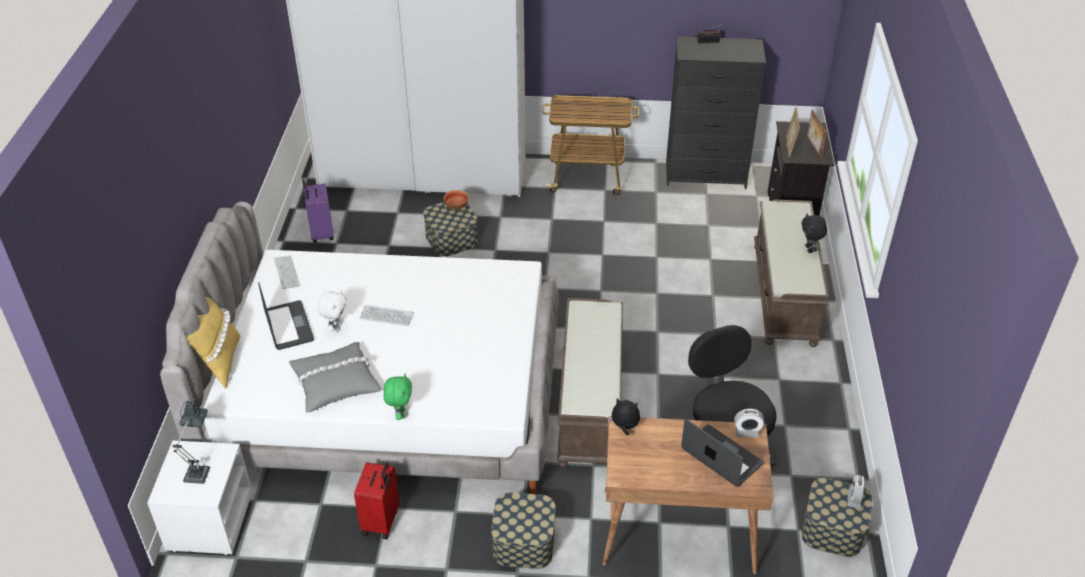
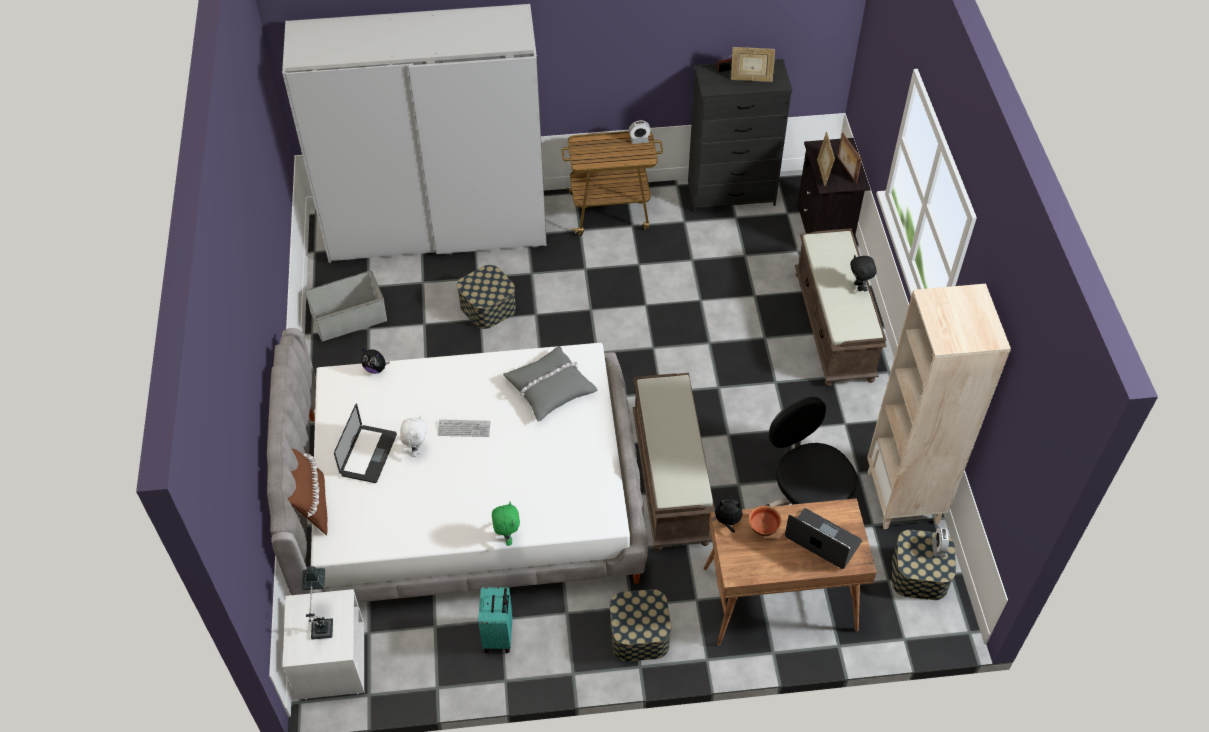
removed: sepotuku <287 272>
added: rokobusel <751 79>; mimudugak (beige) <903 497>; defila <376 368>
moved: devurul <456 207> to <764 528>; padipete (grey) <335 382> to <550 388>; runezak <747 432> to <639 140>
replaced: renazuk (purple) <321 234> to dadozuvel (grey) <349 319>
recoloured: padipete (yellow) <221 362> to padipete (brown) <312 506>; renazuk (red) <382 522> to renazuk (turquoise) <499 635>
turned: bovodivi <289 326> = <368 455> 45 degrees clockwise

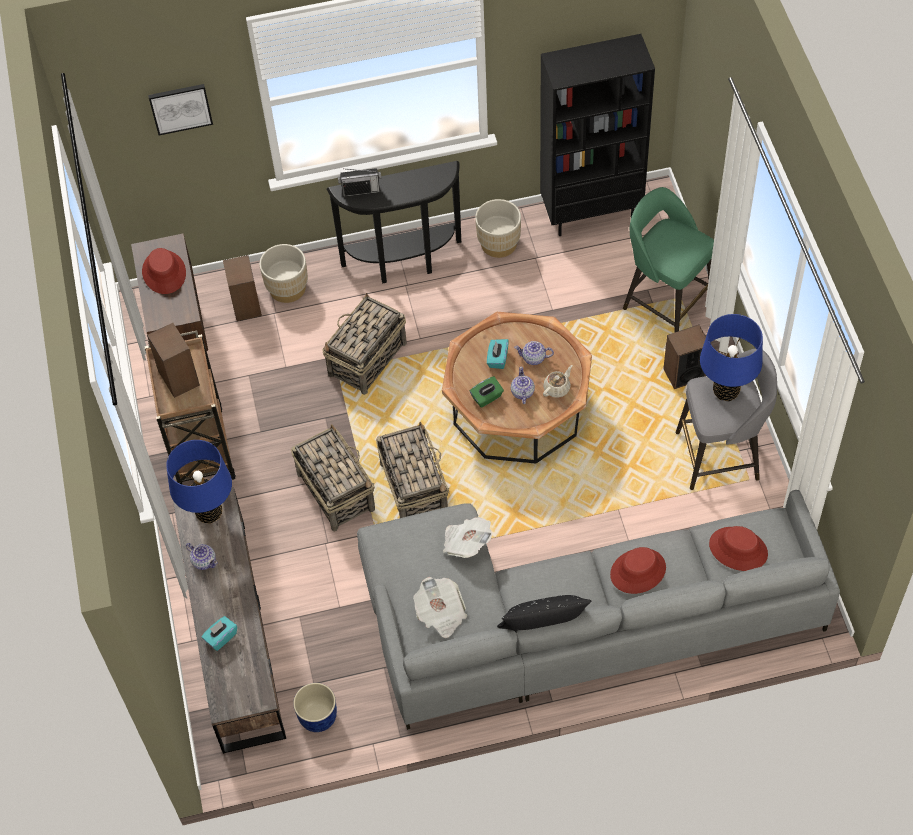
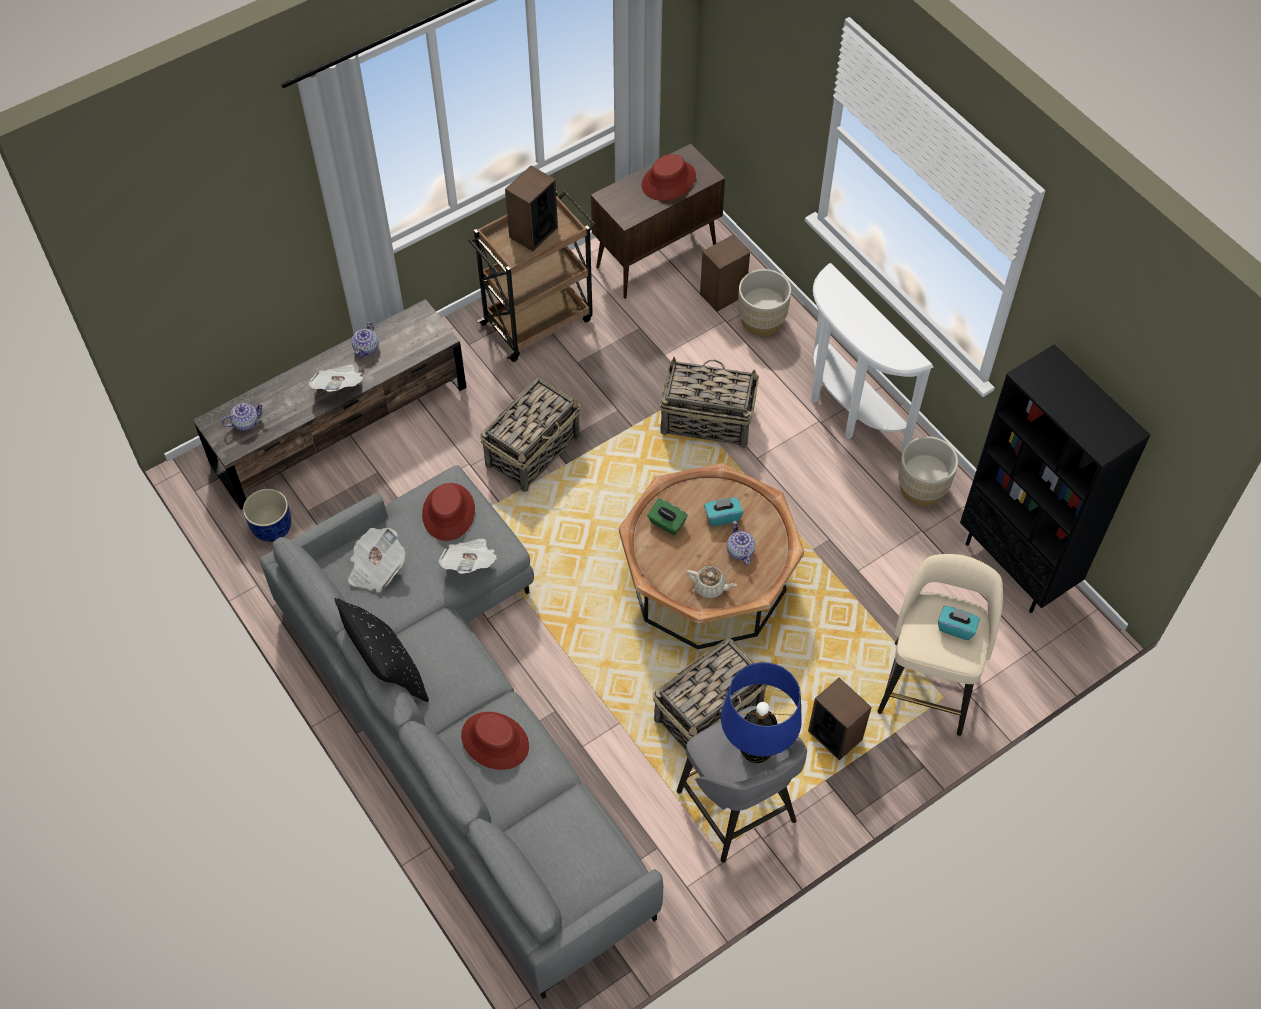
removed: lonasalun <180 108>; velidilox <361 191>; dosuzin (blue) <209 513>
added: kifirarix <339 386>
moved: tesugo <522 392> to <245 422>; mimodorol <414 488> to <709 712>; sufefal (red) <738 549> to <449 512>; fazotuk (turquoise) <221 637> to <956 628>
recoloured: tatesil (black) <404 264> to tatesil (white) <847 410>; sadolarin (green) <665 302> to sadolarin (beige) <928 684>

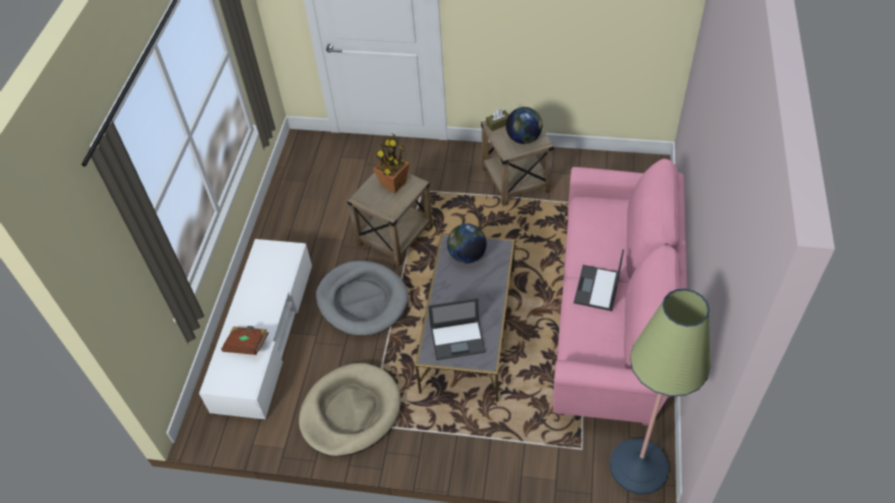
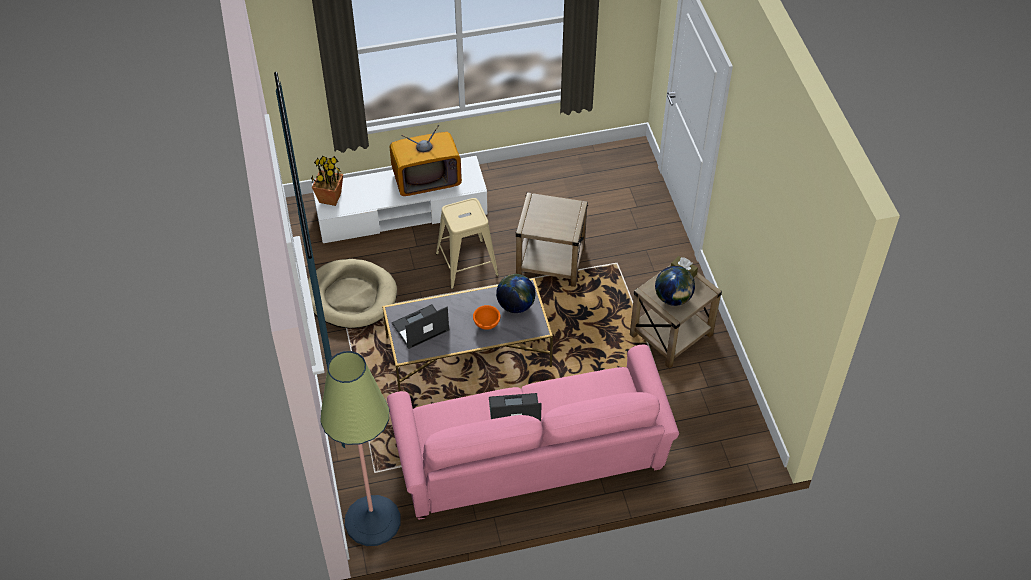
removed: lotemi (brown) <247 345>
added: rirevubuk <426 179>; devurul (orange) <487 323>
moved: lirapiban <393 184> to <330 198>
replaced: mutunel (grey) <362 300> to sadolarin (beige) <466 264>
turned: bovodivi <458 339> = <420 327> 90 degrees clockwise

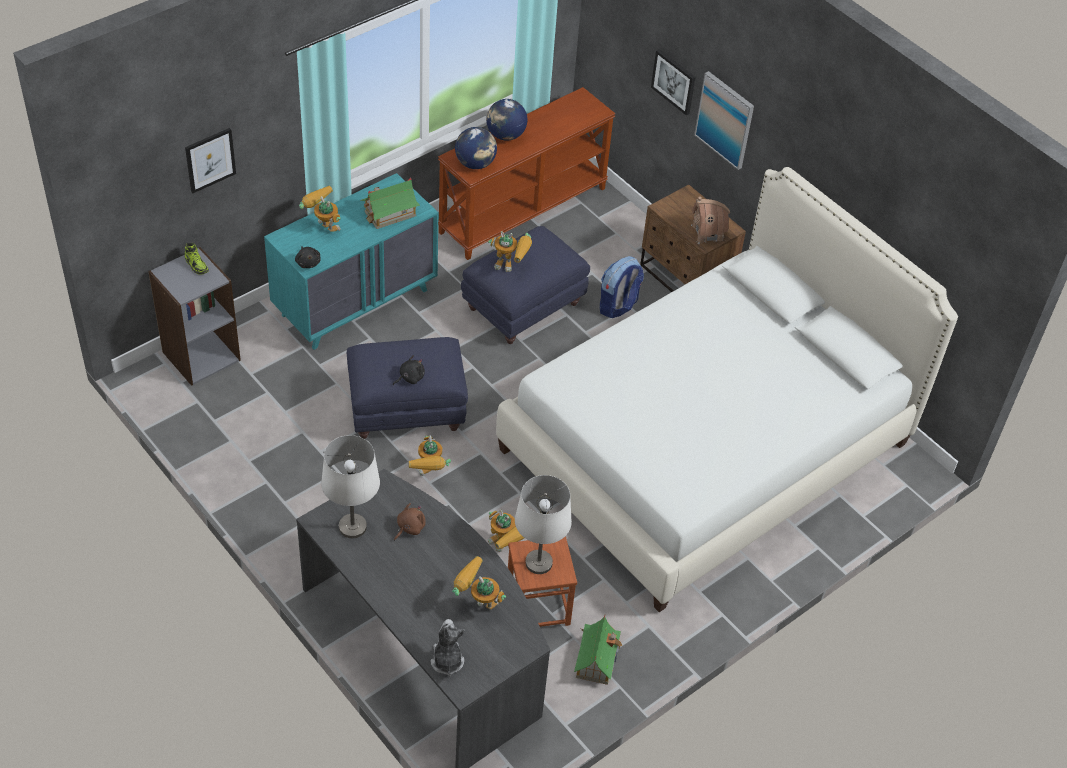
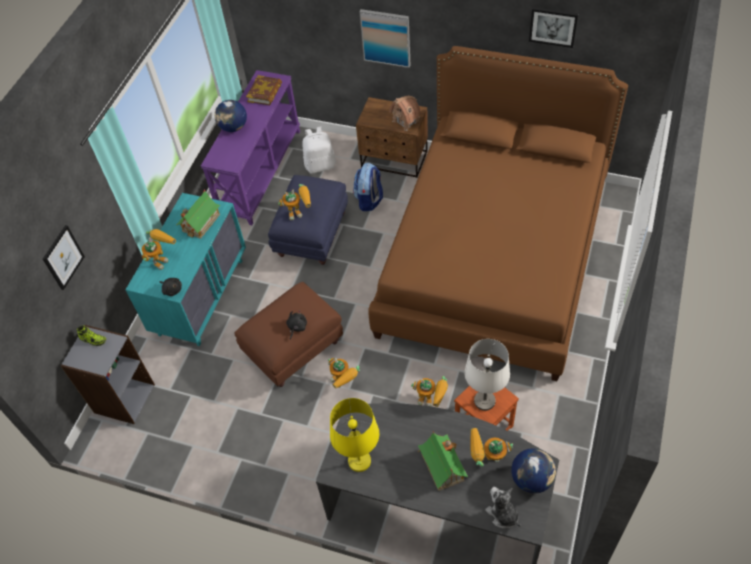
removed: defila (brown) <409 528>
added: lotemi <265 93>; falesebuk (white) <320 165>
moved: lonasalun <674 81> to <553 26>; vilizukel <475 164> to <531 479>; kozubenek <596 659> to <442 466>
recoloured: tatesil (brown) <522 209> to tatesil (purple) <260 173>; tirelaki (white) <706 446> to tirelaki (brown) <494 257>; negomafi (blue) <407 409> to negomafi (brown) <294 348>; dosuzin (white) <352 527> to dosuzin (yellow) <359 461>
turned: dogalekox <323 226> = <162 258> 105 degrees clockwise

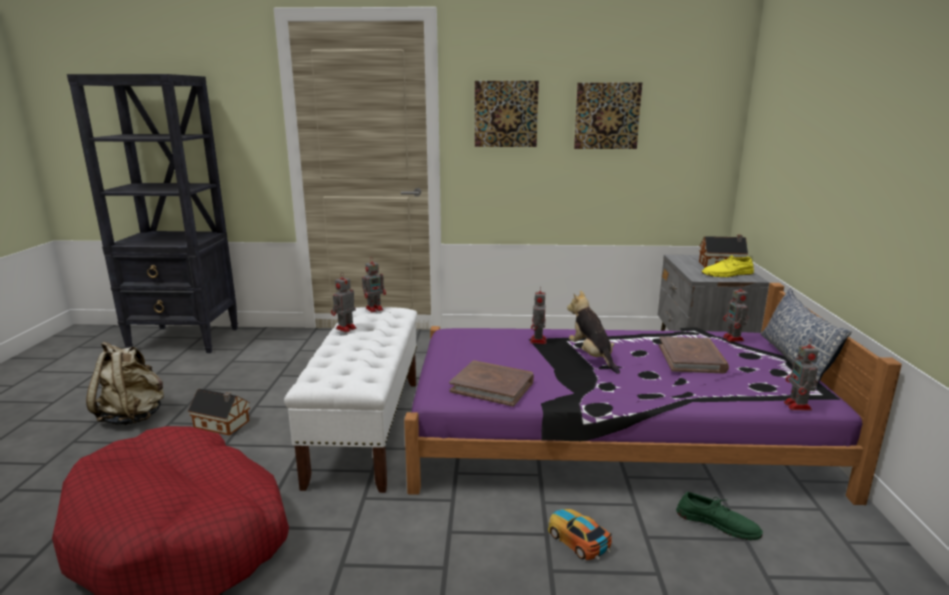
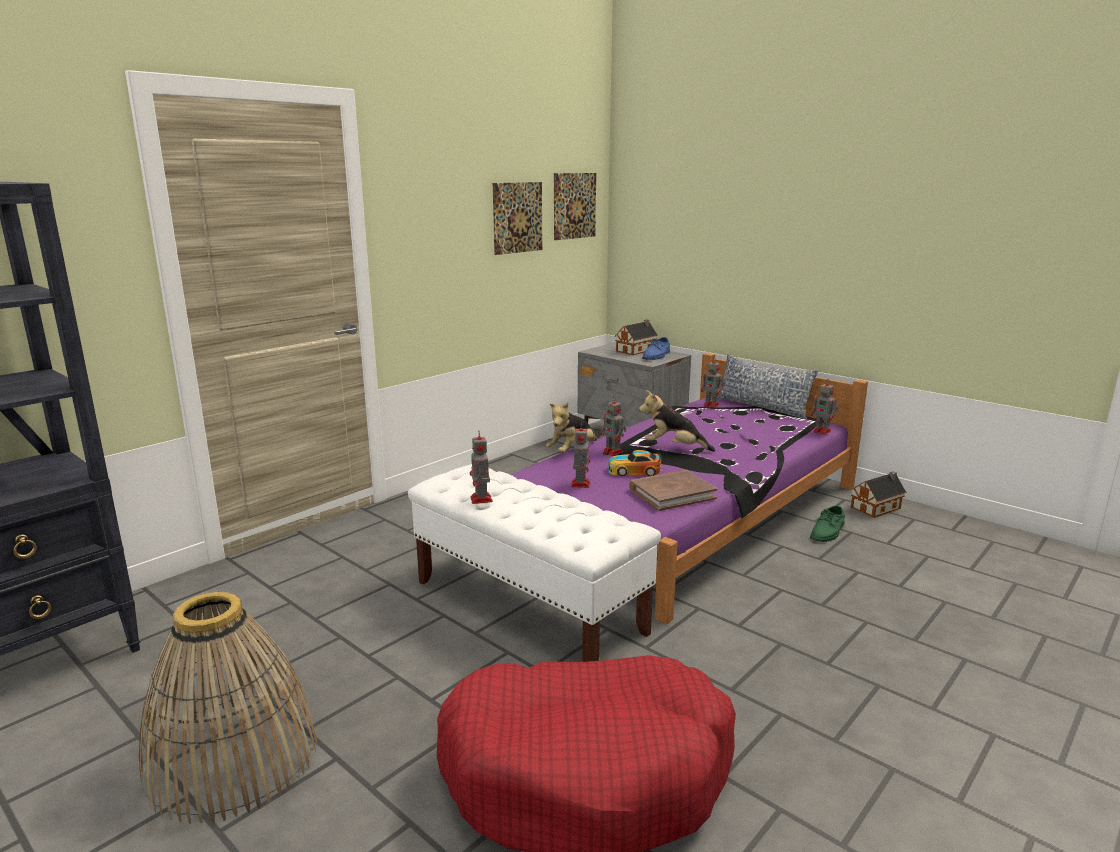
removed: lotemi (brown) <691 358>
added: defila <572 451>
moved: lonasalun <506 114> to <574 206>; dogalekox <375 309> to <580 484>; kozubenek <223 424> to <877 507>; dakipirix <577 539> to <634 471>
replaced: falesebuk (beige) <133 416> to mimodorol <232 758>
recoloured: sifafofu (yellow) <727 274> to sifafofu (blue) <656 355>
turned: sifafofu (green) <717 523> = <828 531> 150 degrees clockwise

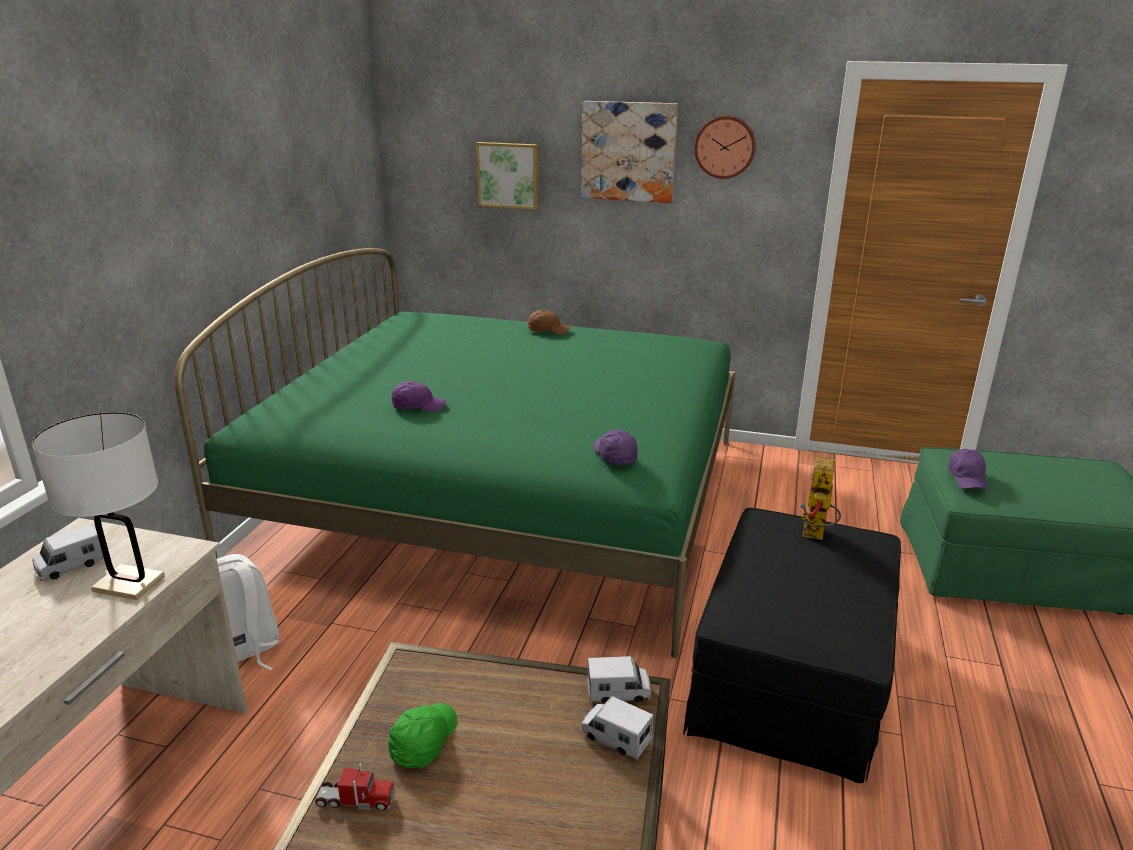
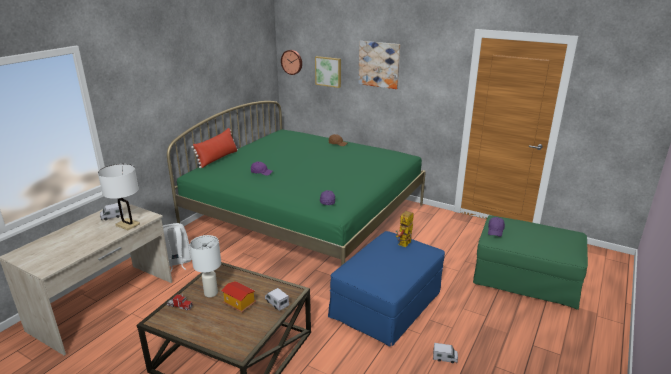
added: padipete (red) <217 158>; kozubenek <239 304>
moved: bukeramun <725 147> to <292 62>; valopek <618 692> to <445 358>
replaced: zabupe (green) <423 741> to dosuzin (white) <210 293>
recoloured: negomafi (black) <792 678> to negomafi (blue) <387 305>

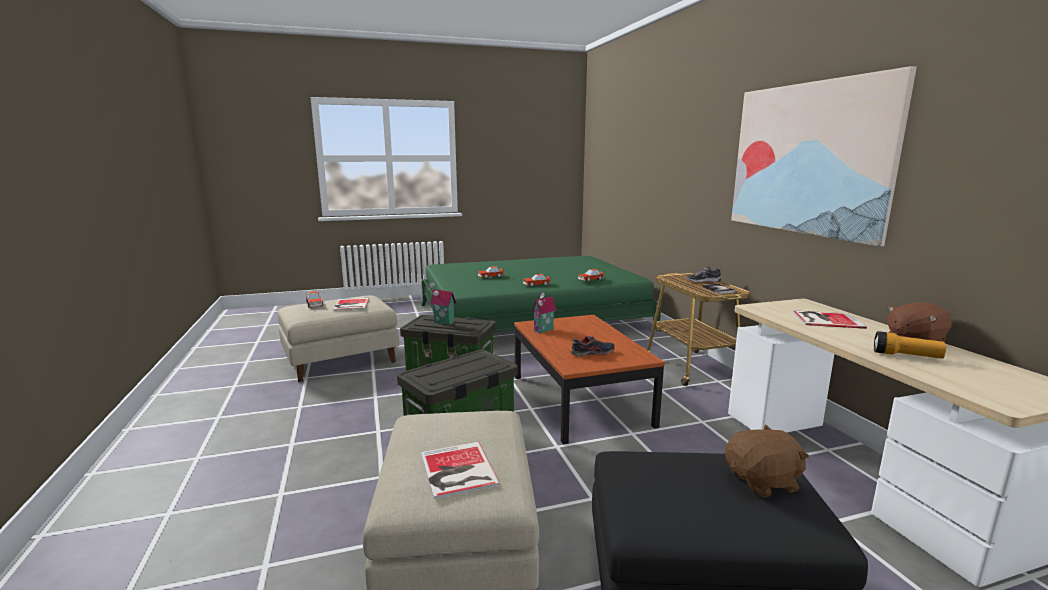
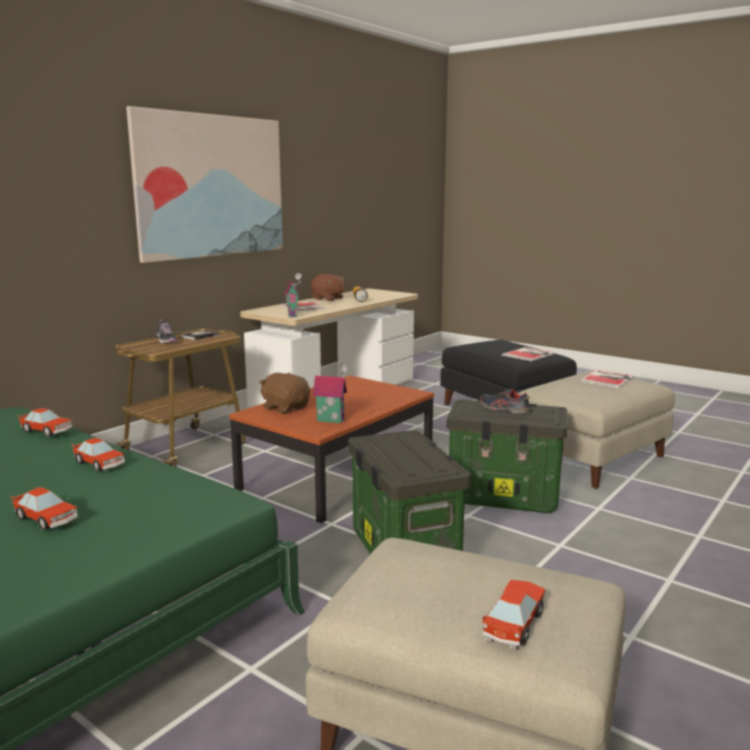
moved: kozubenek <443 323> to <294 315>; lotemi <350 305> to <529 354>; sifafofu <592 353> to <504 409>; defila (brown) <763 482> to <285 408>

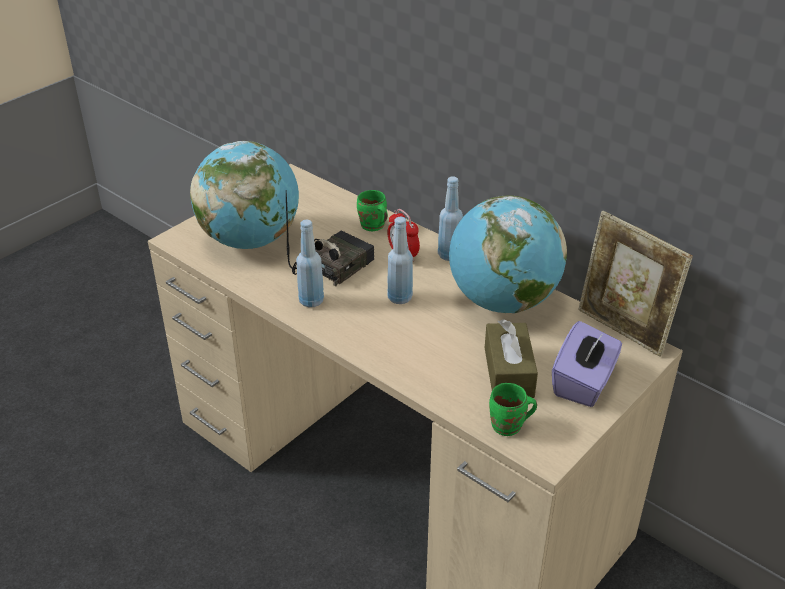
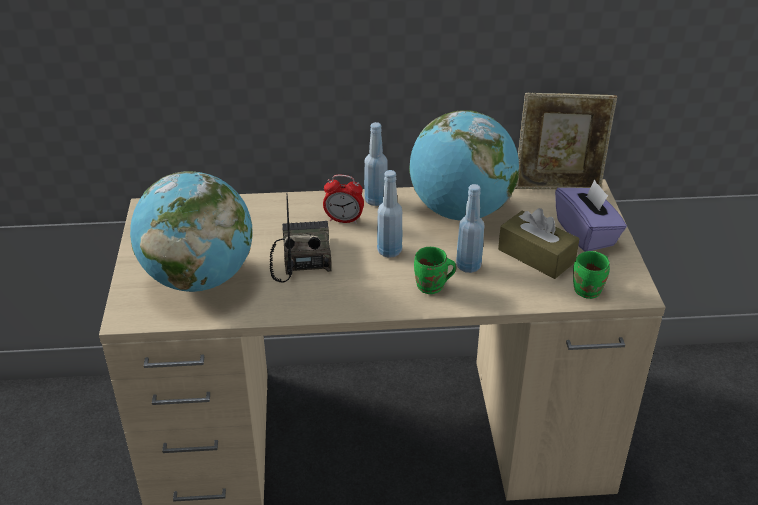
moved: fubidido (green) <372 227> to <432 287>; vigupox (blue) <311 301> to <468 266>

